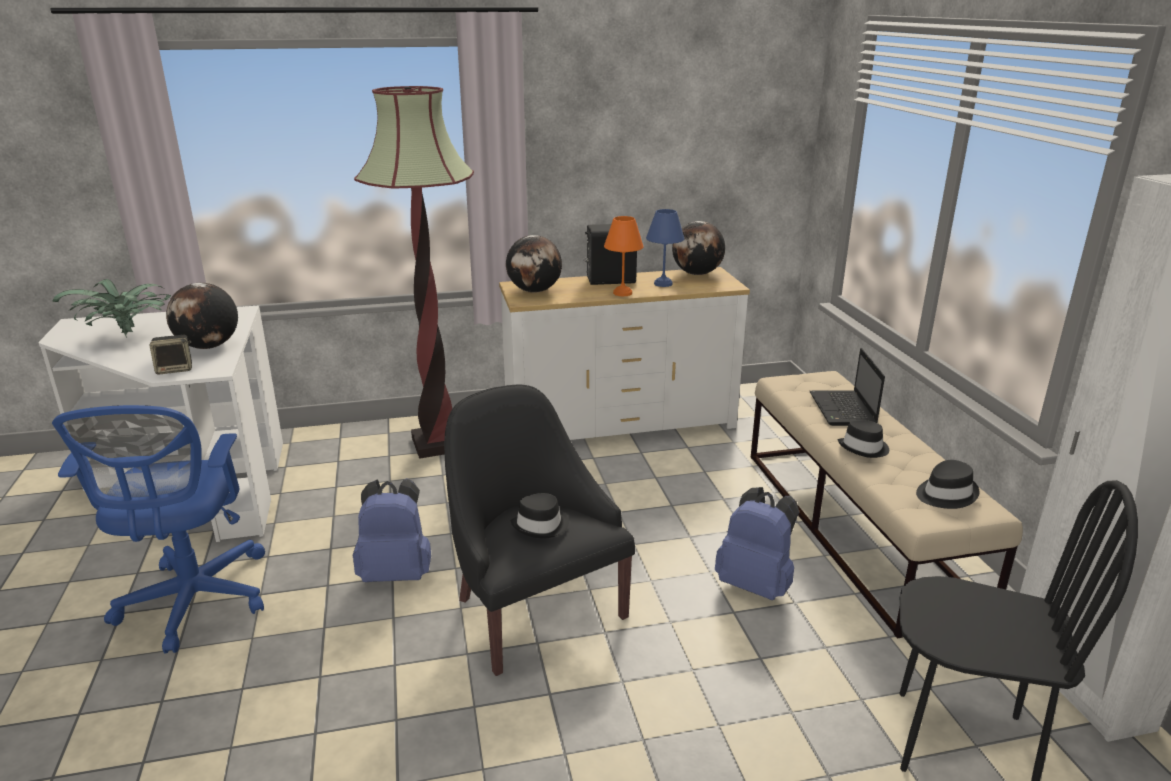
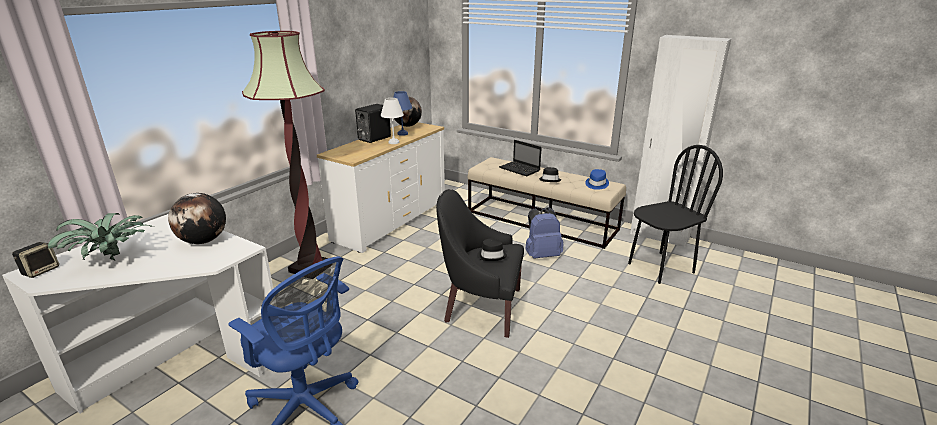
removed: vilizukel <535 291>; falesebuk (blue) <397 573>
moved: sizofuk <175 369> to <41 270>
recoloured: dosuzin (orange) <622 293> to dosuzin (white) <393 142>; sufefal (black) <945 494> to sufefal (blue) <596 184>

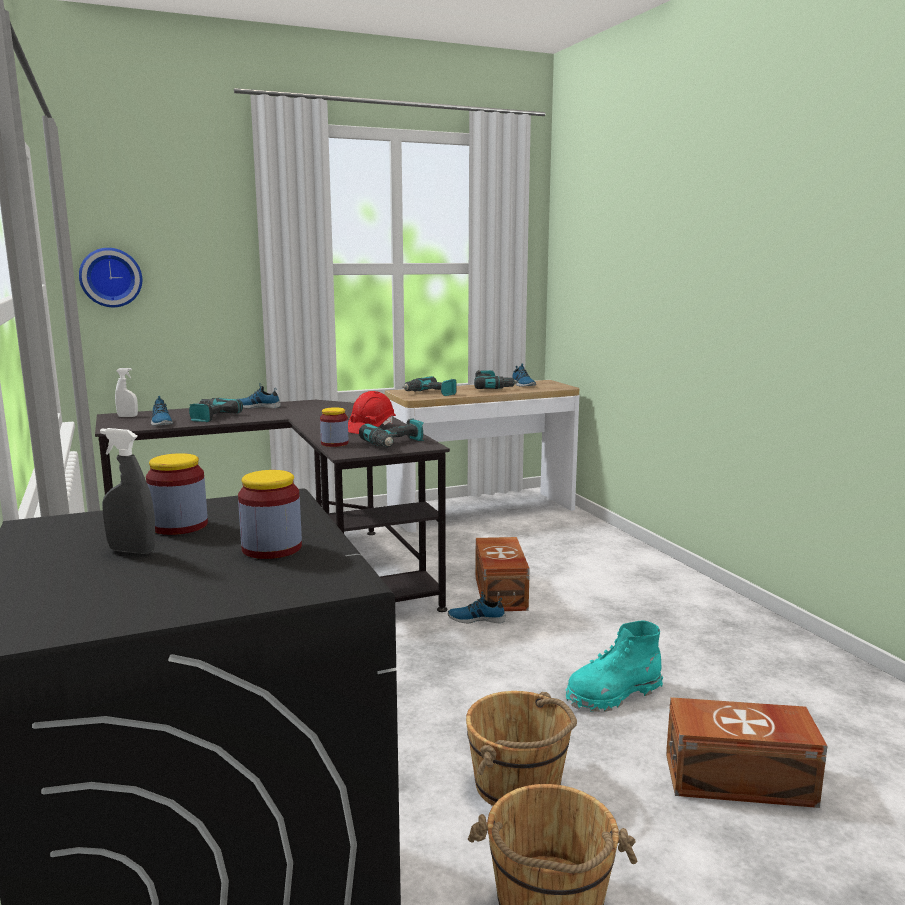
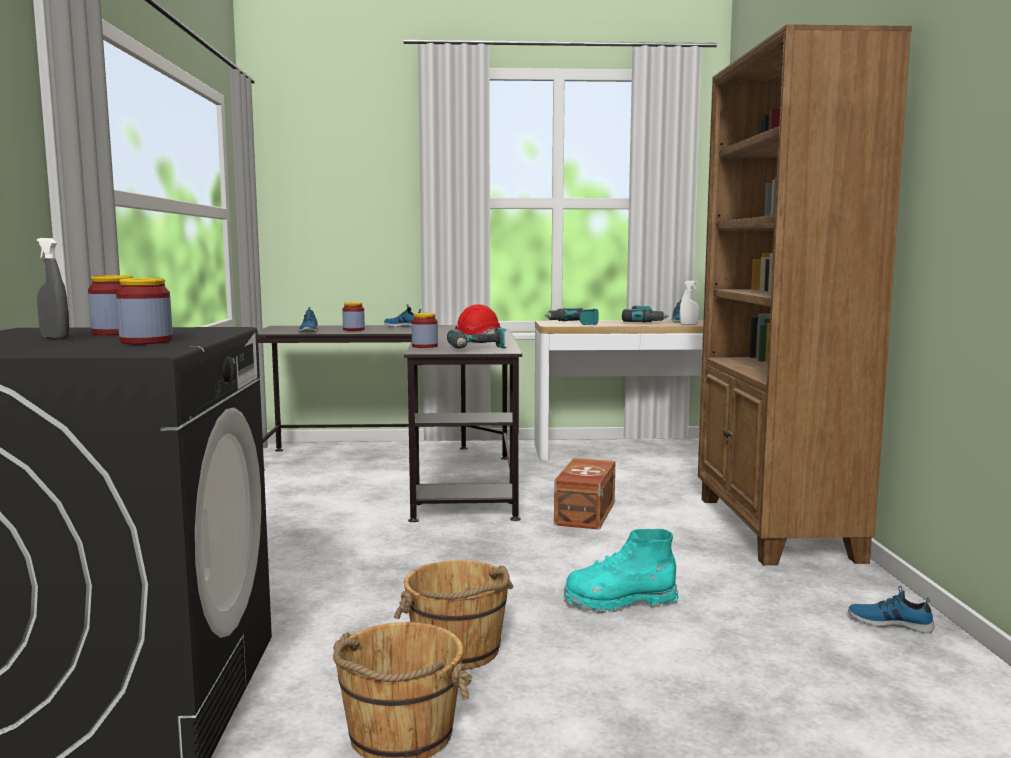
removed: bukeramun <111 277>; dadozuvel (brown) <741 781>
added: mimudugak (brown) <774 528>
moved: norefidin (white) <127 416> to <689 324>; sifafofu <476 619> to <889 622>
replaced: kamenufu <210 417> to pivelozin <353 330>

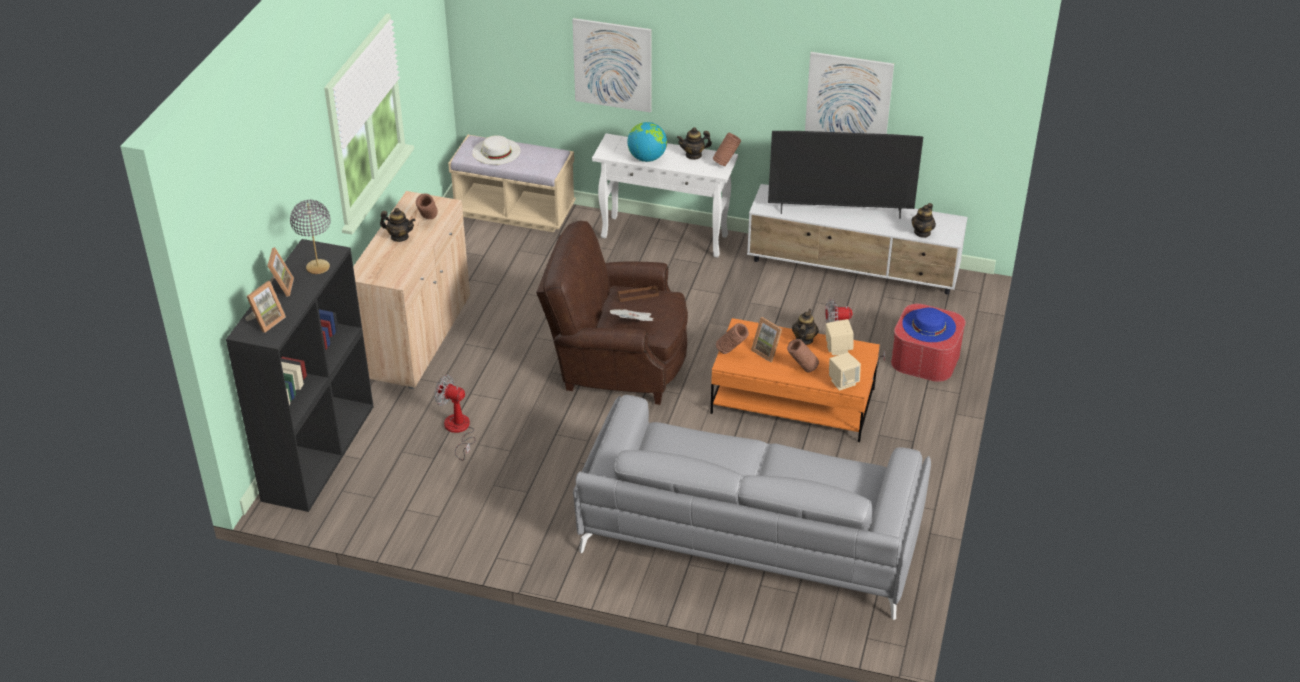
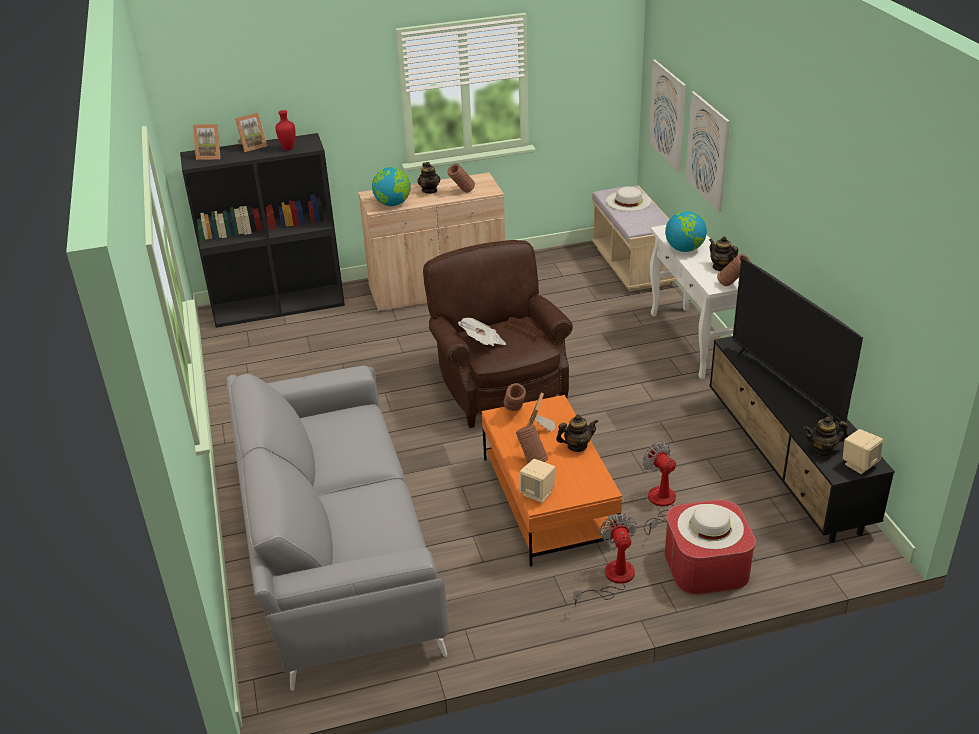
added: vilizukel <393 204>
moved: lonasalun <848 99> to <667 115>; sizofuk (beige) <838 348> to <859 464>; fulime <458 430> to <612 579>
replaced: dosuzin (grey) <318 267> to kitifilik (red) <289 148>
recoloured: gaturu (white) <853 270> to gaturu (black) <786 463>; sufefal (blue) <929 325> to sufefal (white) <710 526>

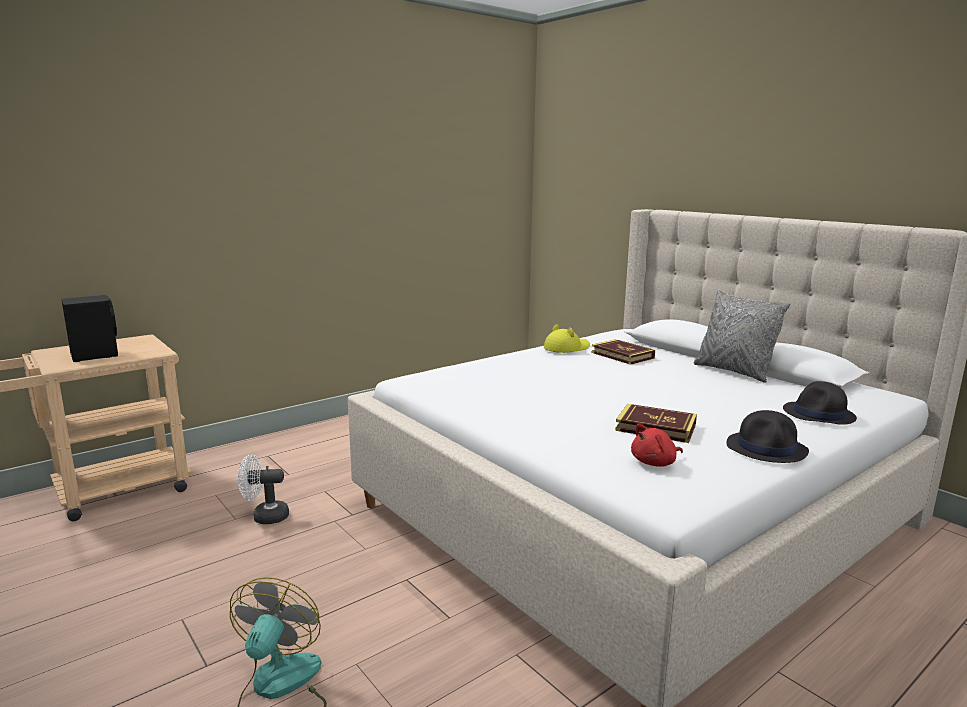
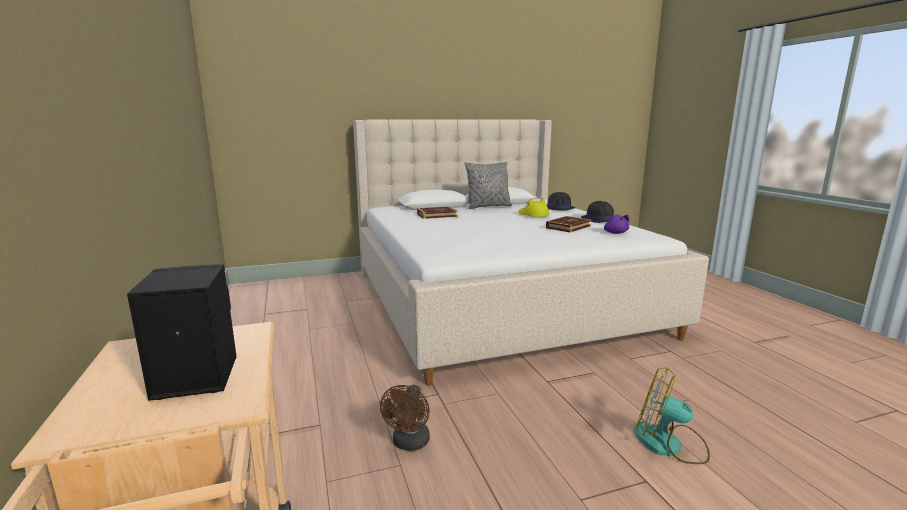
moved: sufefal (yellow) <566 348> to <533 214>
recoloured: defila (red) <655 463> to defila (purple) <615 233>; fulime (white) <264 517> to fulime (brown) <409 444>

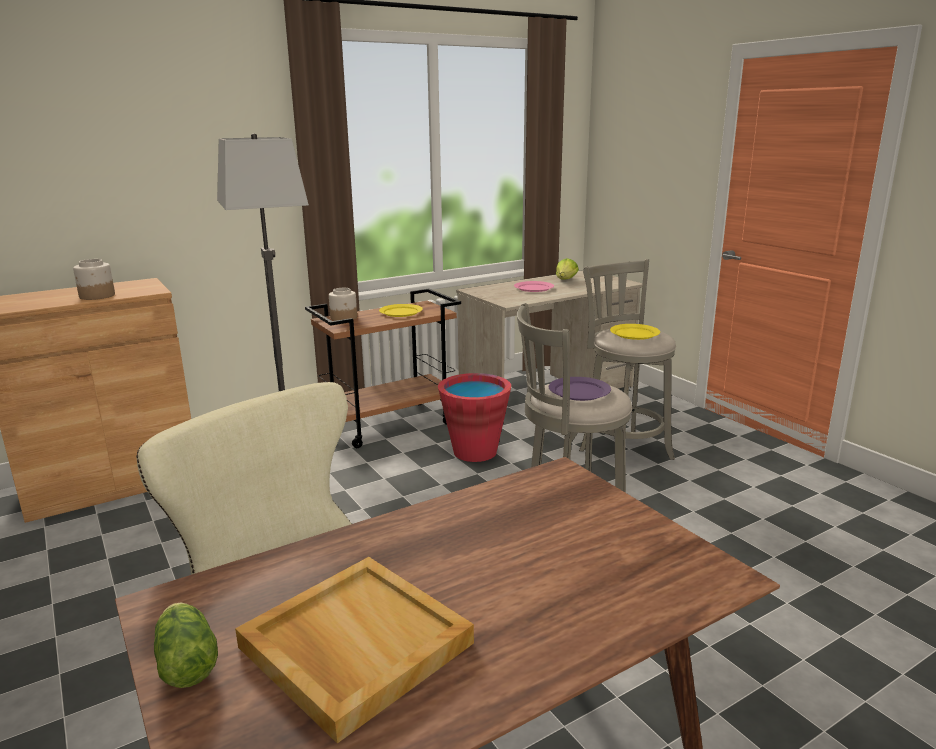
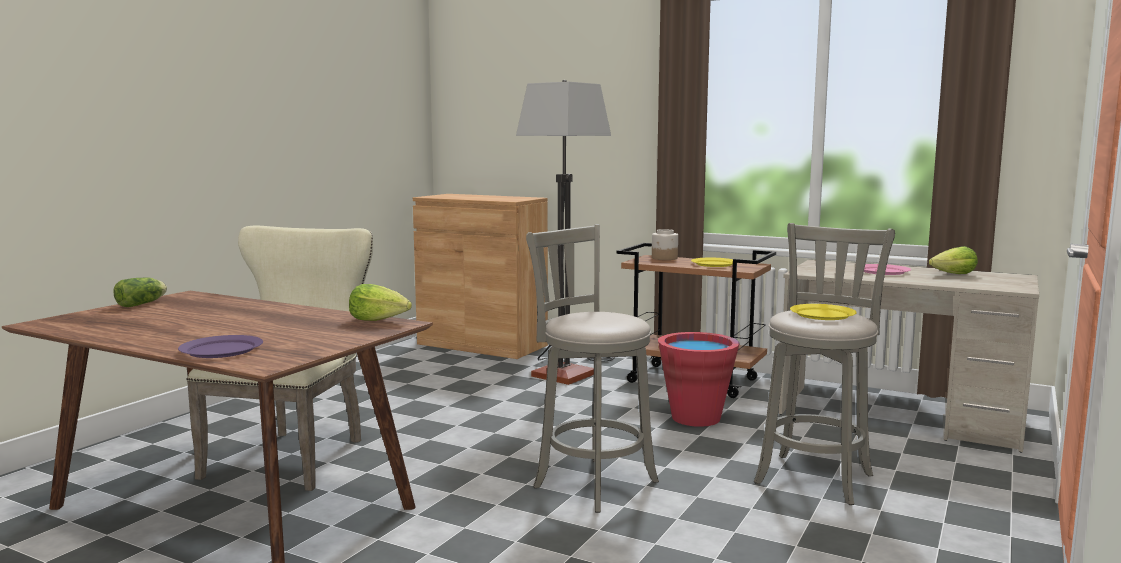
removed: pivelozin <97 296>; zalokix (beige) <353 645>
added: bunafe <379 320>
moved: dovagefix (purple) <578 391> to <221 350>

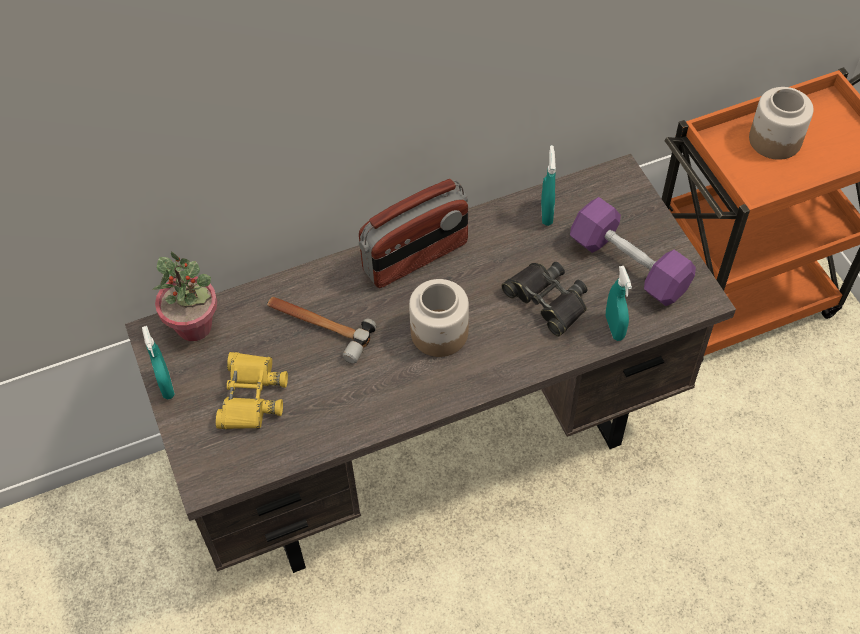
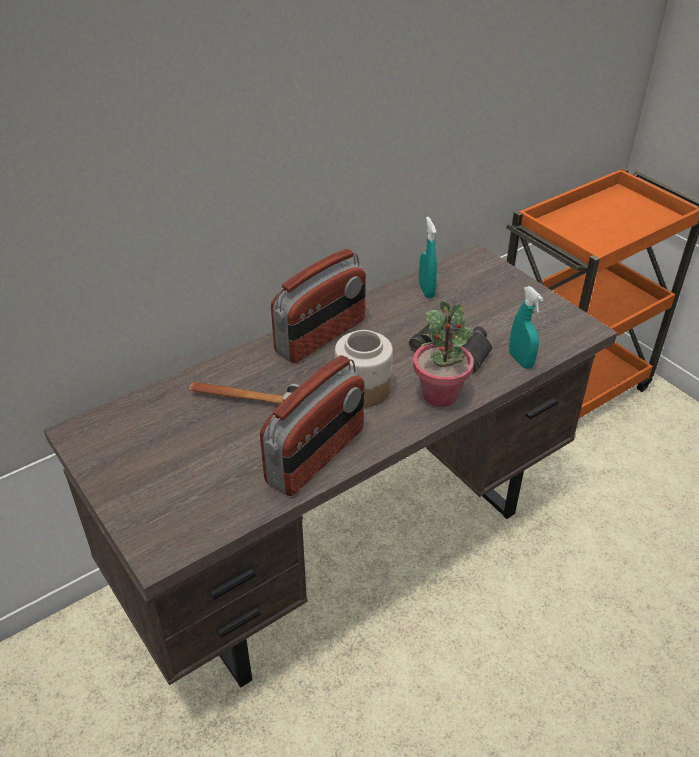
removed: pivelozin <774 139>; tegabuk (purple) <629 265>; norefidin (turquoise) <166 385>; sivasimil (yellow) <251 396>
added: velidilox <316 456>
moved: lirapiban <194 326> to <440 395>

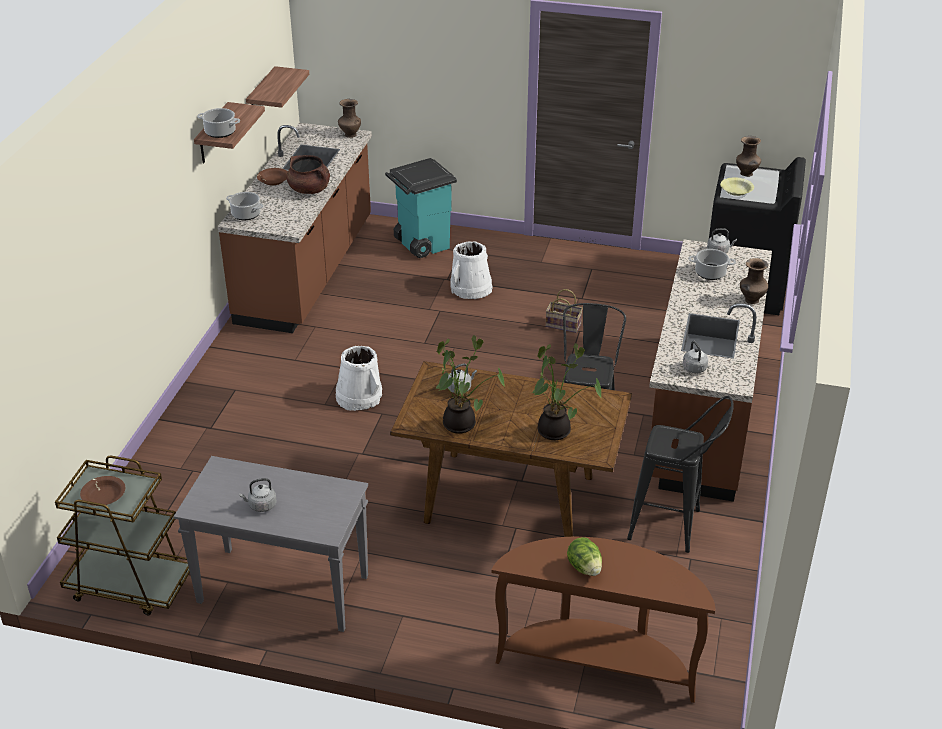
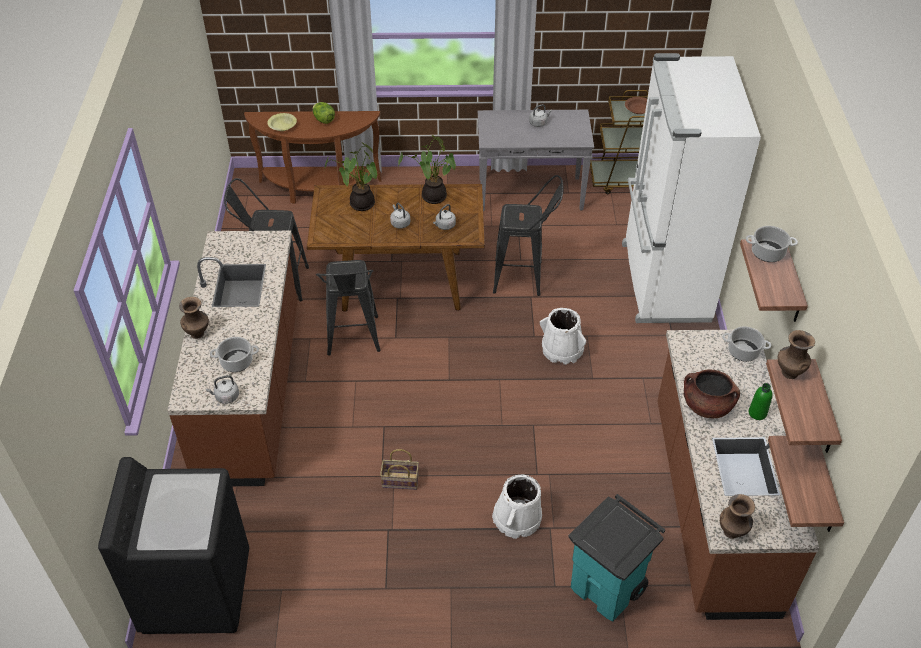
added: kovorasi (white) <663 282>; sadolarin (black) <524 278>; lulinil <825 489>
moved: kitifilik (brown) <746 174> to <789 372>; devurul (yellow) <736 191> to <282 126>; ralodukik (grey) <695 369> to <400 223>
replaced: devurul (brown) <273 181> to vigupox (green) <757 413>

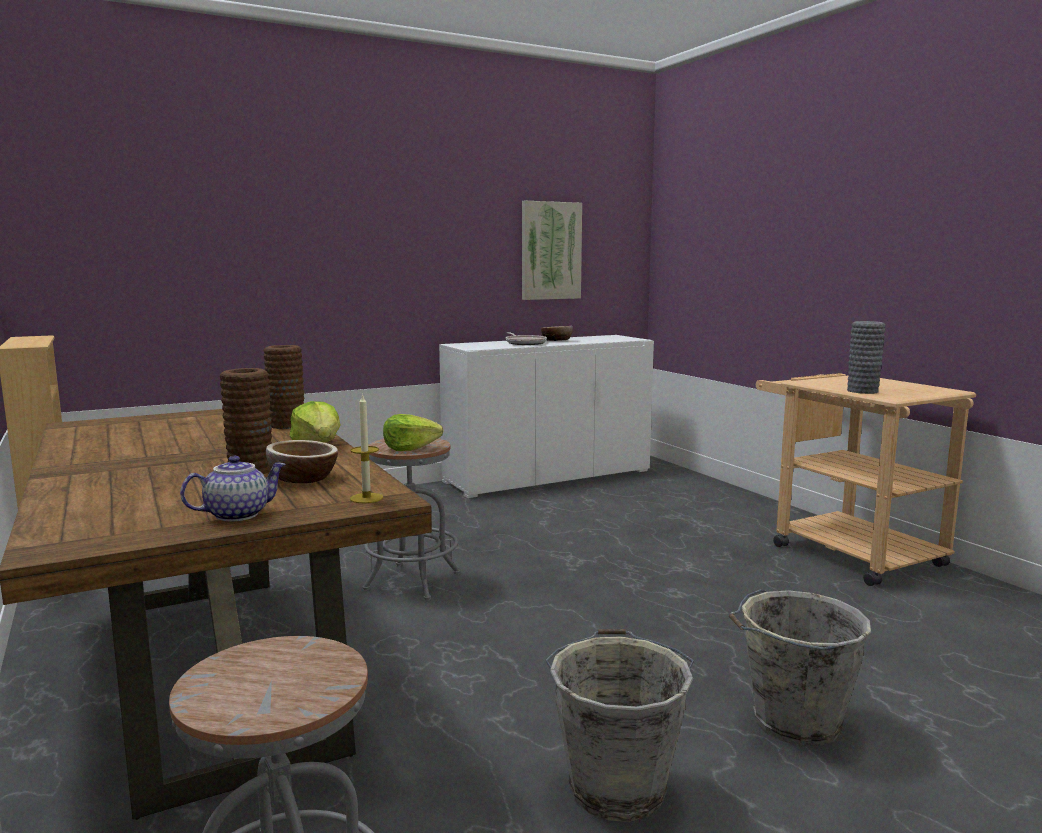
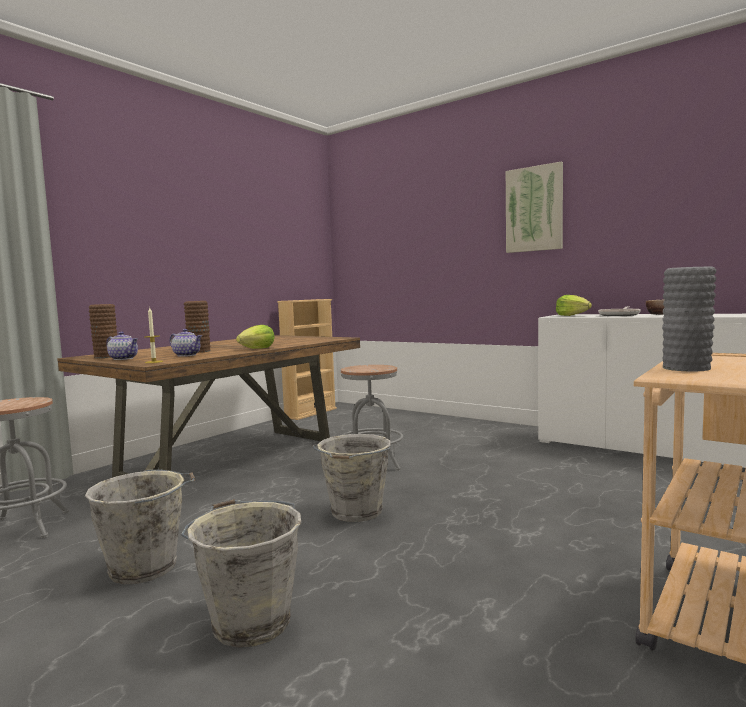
added: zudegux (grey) <355 512>
moved: lonasalun <550 251> to <534 209>; kitifilik (brown) <287 425> to <106 356>; bunafe <410 448> to <572 315>
replaced: devurul <303 478> to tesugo <187 355>

